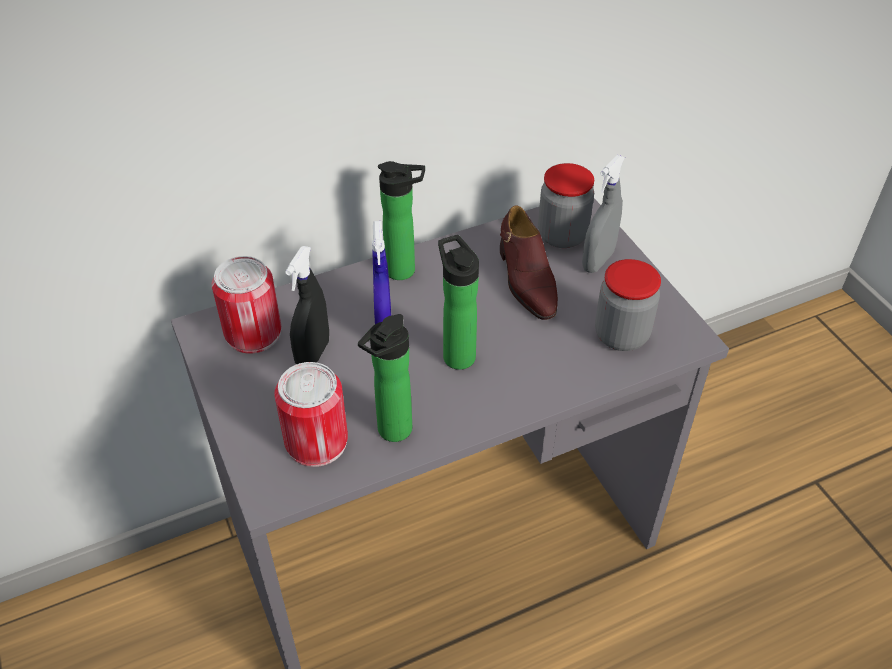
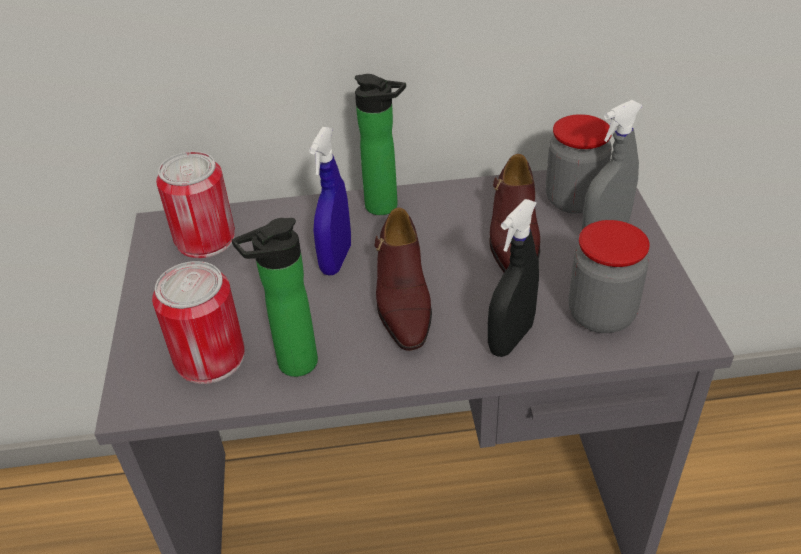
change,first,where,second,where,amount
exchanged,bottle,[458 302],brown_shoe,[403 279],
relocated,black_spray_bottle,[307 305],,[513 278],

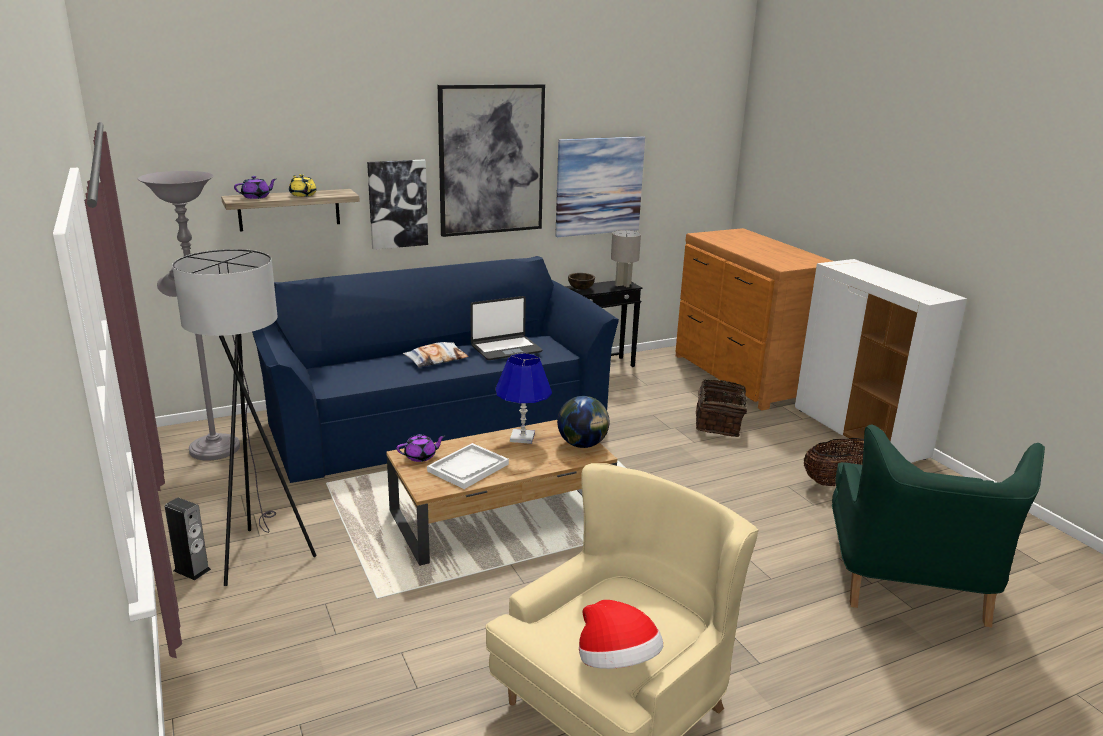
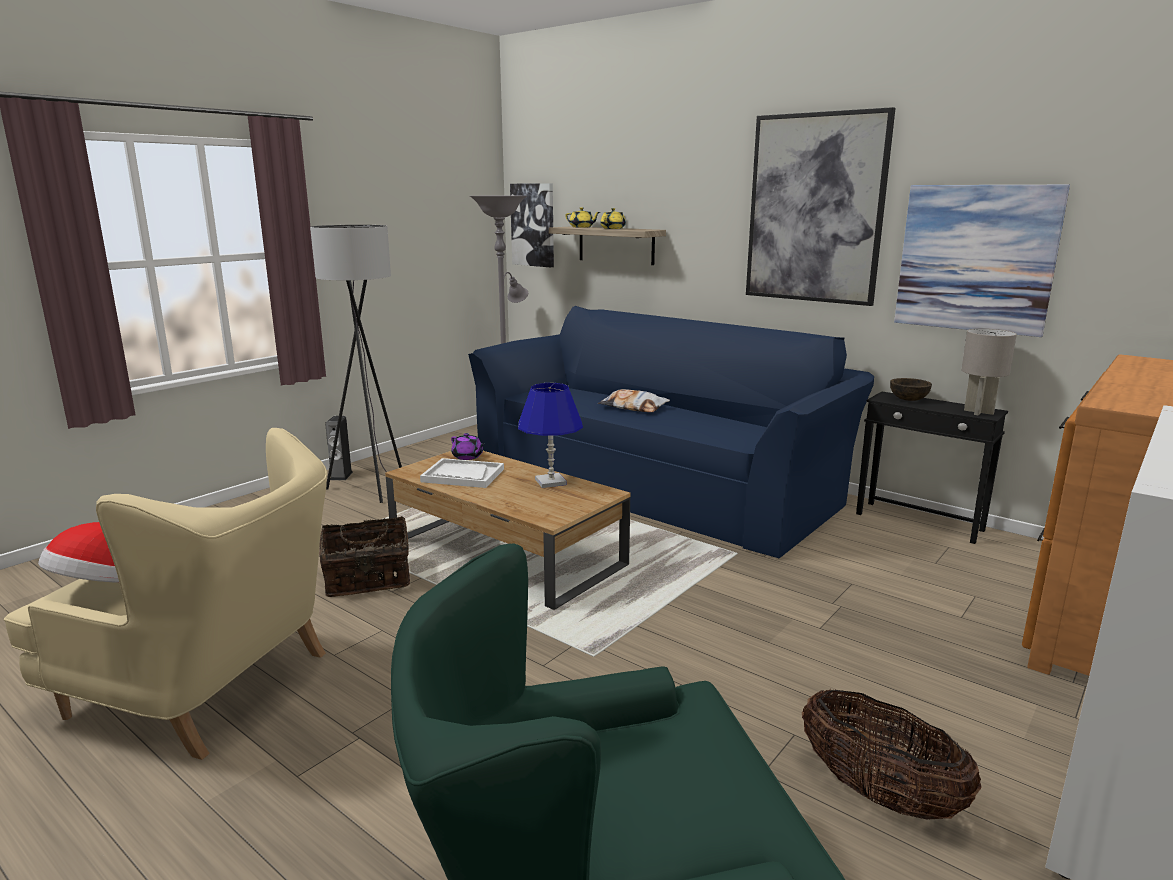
change,first,where,second,where,amount
relocated,picture,[397 205],,[532 225],
colour,purple_teapot,[255 187],yellow_teapot,[582 217],
missing,laptop,[506 328],,,
relocated,basket,[726 408],,[364 556],
missing,globe,[583 422],,,

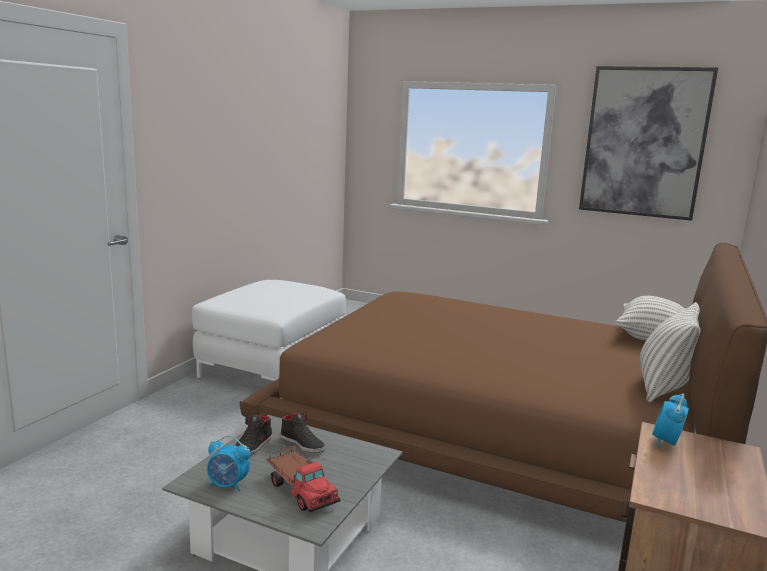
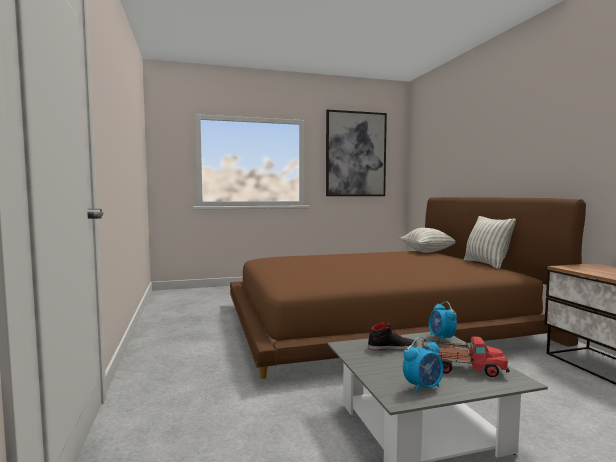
change,first,where,second,where,amount
missing,white_ottoman,[269 330],,,
relocated,alarm_clock,[670 420],,[443 321],
missing,black_shoe,[253 435],,,

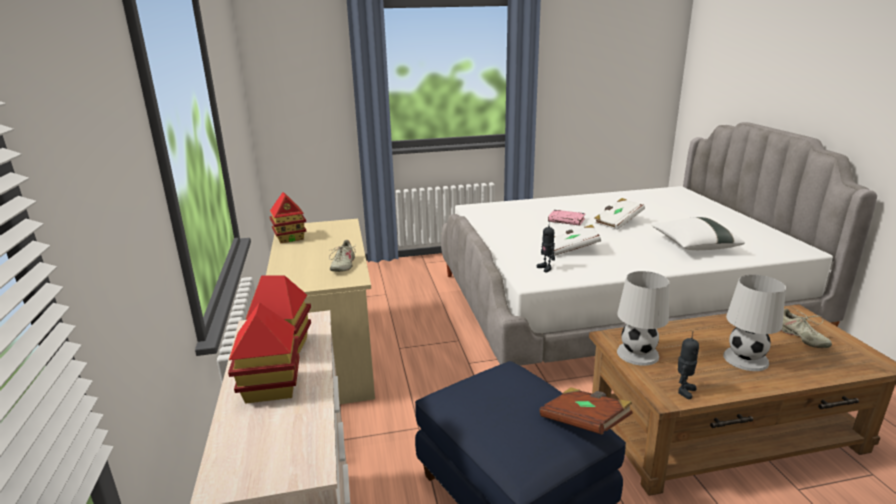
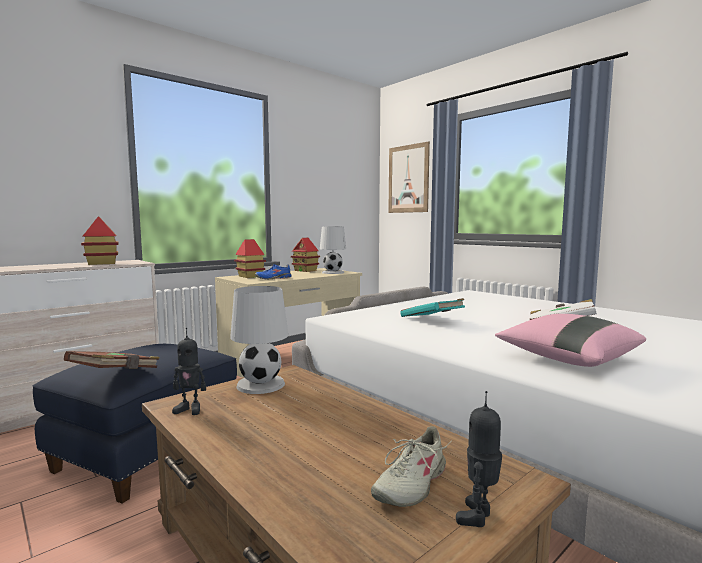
change,first,where,second,where,amount
missing,pink_book,[566 218],,,
colour,white_pillow,[698 233],pink_pillow,[570 340],
relocated,toy_robot,[546 247],,[479 459],
colour,white_book,[577 240],turquoise_book,[432 307],
colour,beige_shoe,[343 256],blue_shoe,[273 272],
relocated,white_table_lamp,[754 323],,[333 250],
relocated,toy_house,[264 353],,[250 258],
appeared,,,picture,[409 177],

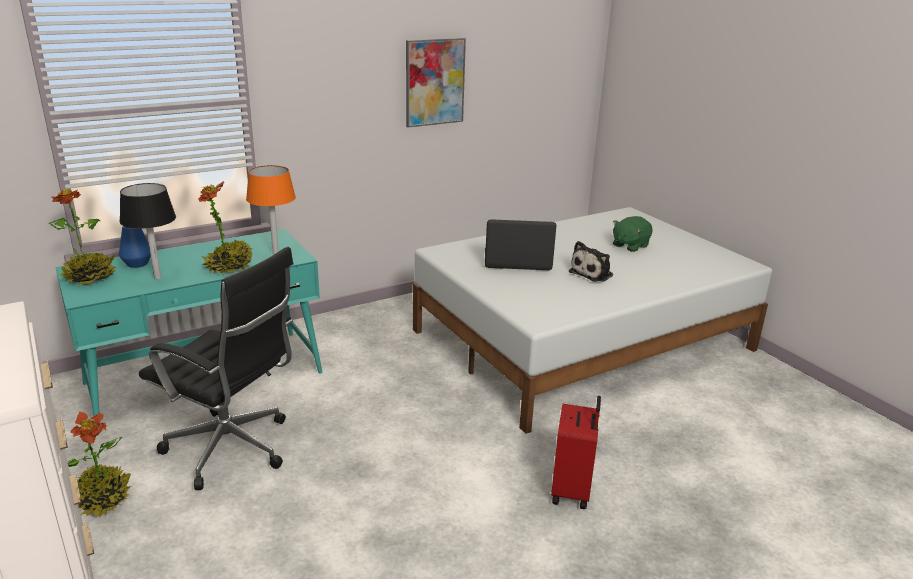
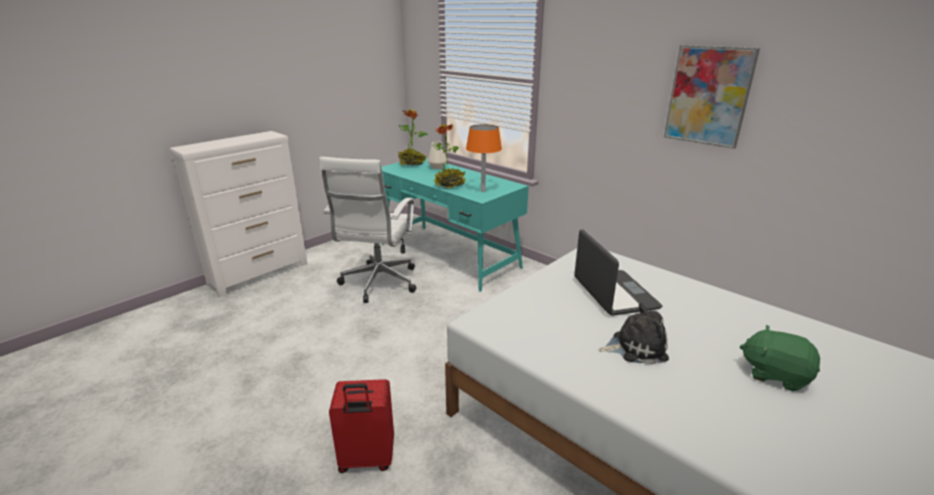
change,first,where,second,where,amount
missing,black_table_lamp,[147 231],,,
colour,blue_vase,[135 247],white_vase,[437 155],
spun,plush_toy,[591 261],,[633 334],150 degrees clockwise
colour,black_office_chair,[216 368],white_office_chair,[368 230],
missing,potted_plant,[99 464],,,

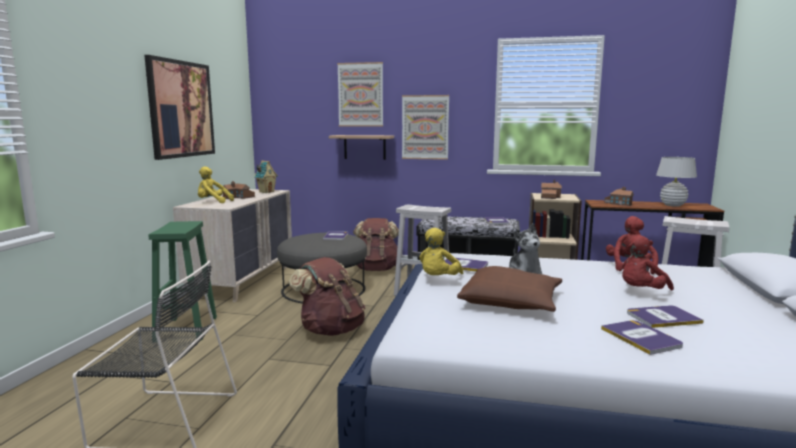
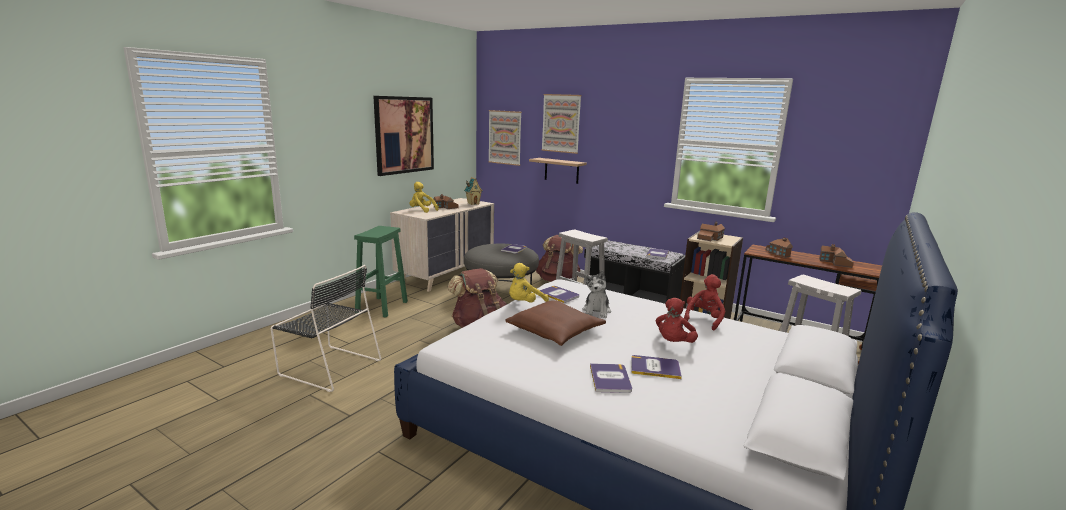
change,first,where,second,where,amount
relocated,picture,[425 127],,[505 138],
exchanged,white_table_lamp,[676 182],toy_house,[836 256],
spun,red_plush_toy,[648 262],,[677 320],45 degrees counterclockwise

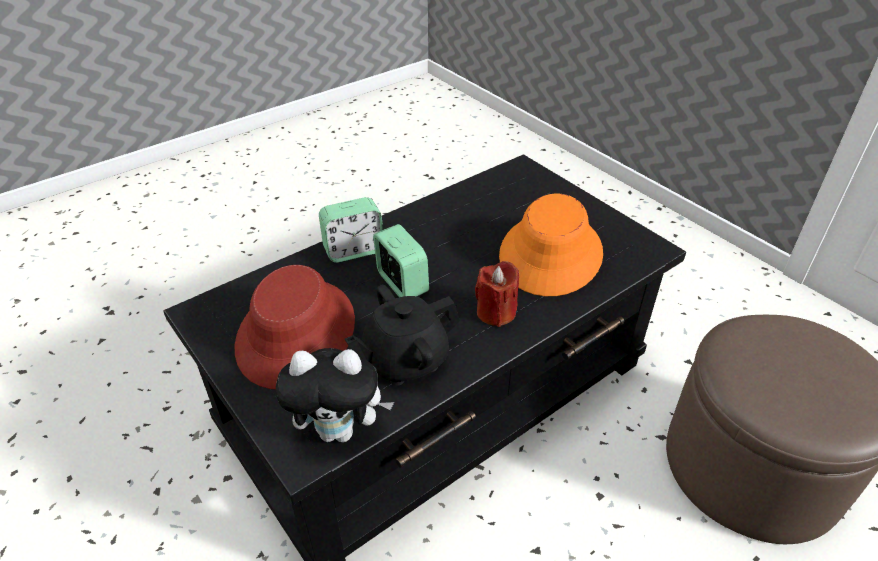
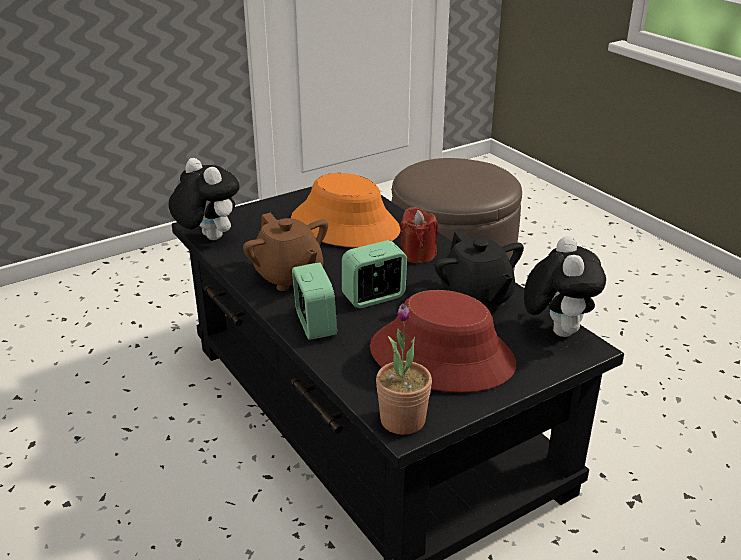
change,first,where,second,where,amount
appeared,,,plush_toy,[203 199],
appeared,,,brown_teapot,[285 252],
appeared,,,potted_plant,[404 369],

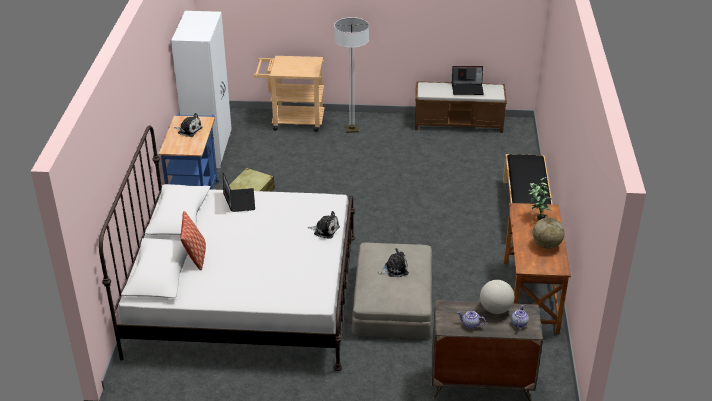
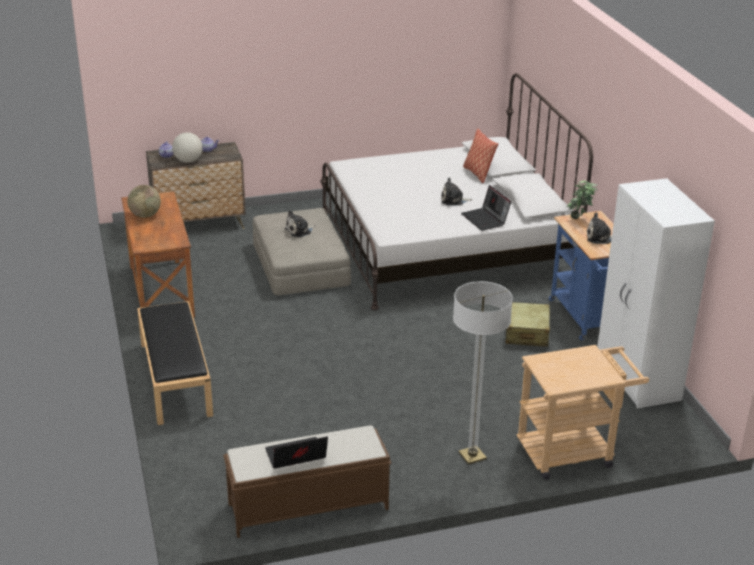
change,first,where,second,where,amount
relocated,potted_plant,[540 198],,[582 199],
relocated,plush_toy,[324 225],,[456 192],

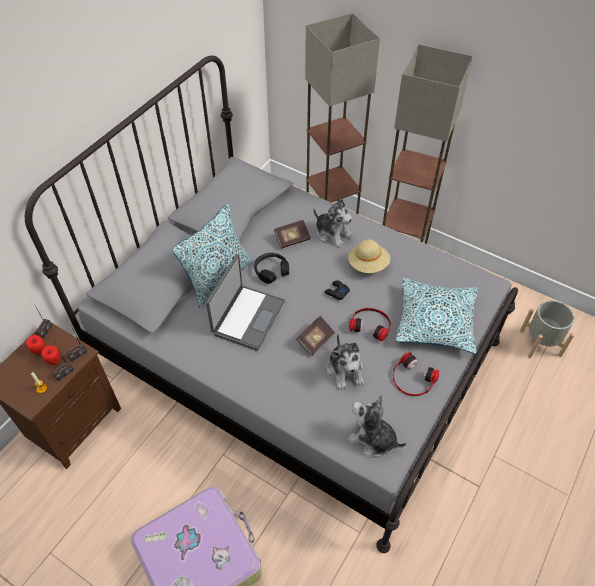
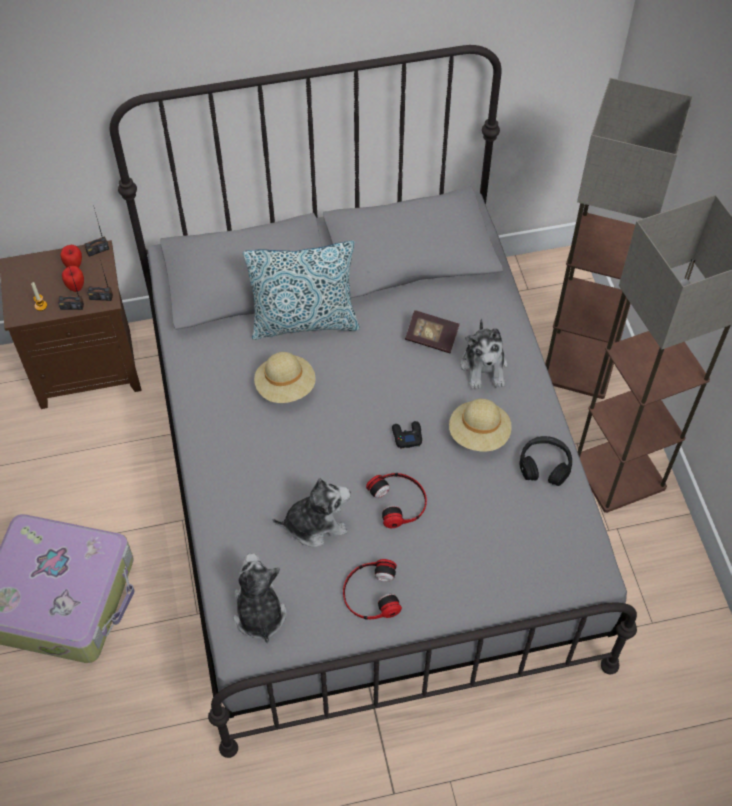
change,first,where,second,where,amount
relocated,black_headphones,[271 268],,[545 461],
exchanged,laptop,[245 302],beige_hat,[285 377],
missing,pillow,[437 315],,,
missing,grey_planter,[547 329],,,
missing,book,[315 336],,,
spun,plush_toy,[345 362],,[312 512],135 degrees counterclockwise

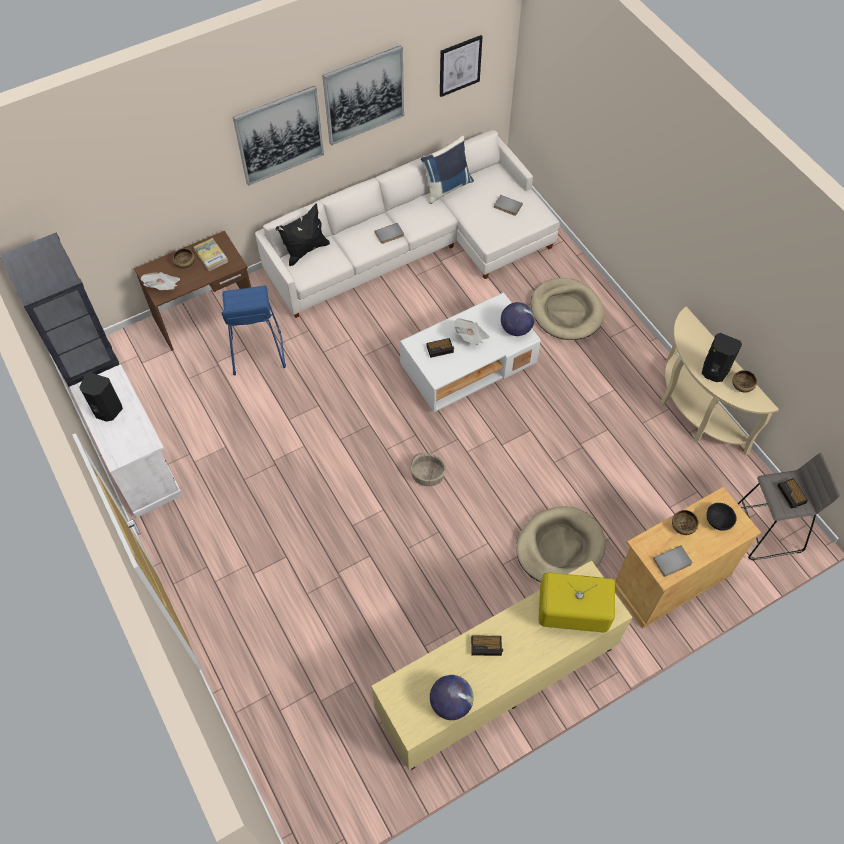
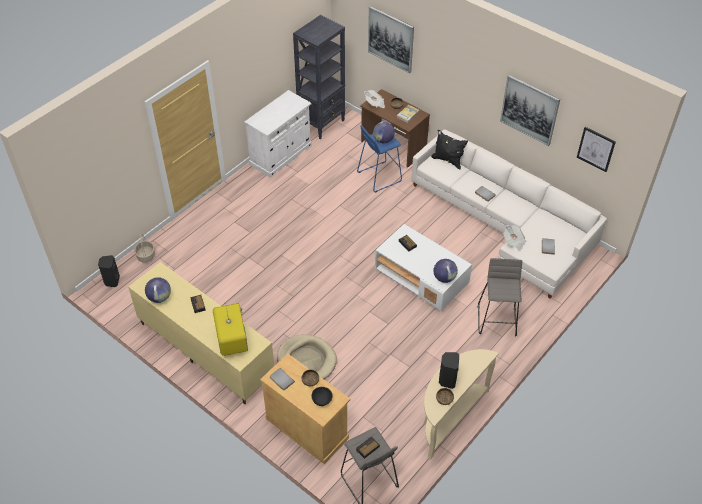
change,first,where,second,where,amount
relocated,picture,[278 136],,[391 39],
missing,blue_pillow,[447 170],,,
exchanged,beige_dog_bed,[567 309],grey_stool,[500 297],
relocated,newspaper,[471 331],,[514 238],
relocated,black_speaker,[101 397],,[109 271],
relocated,basket,[428 469],,[144 248],
appeared,,,globe,[384 132],

